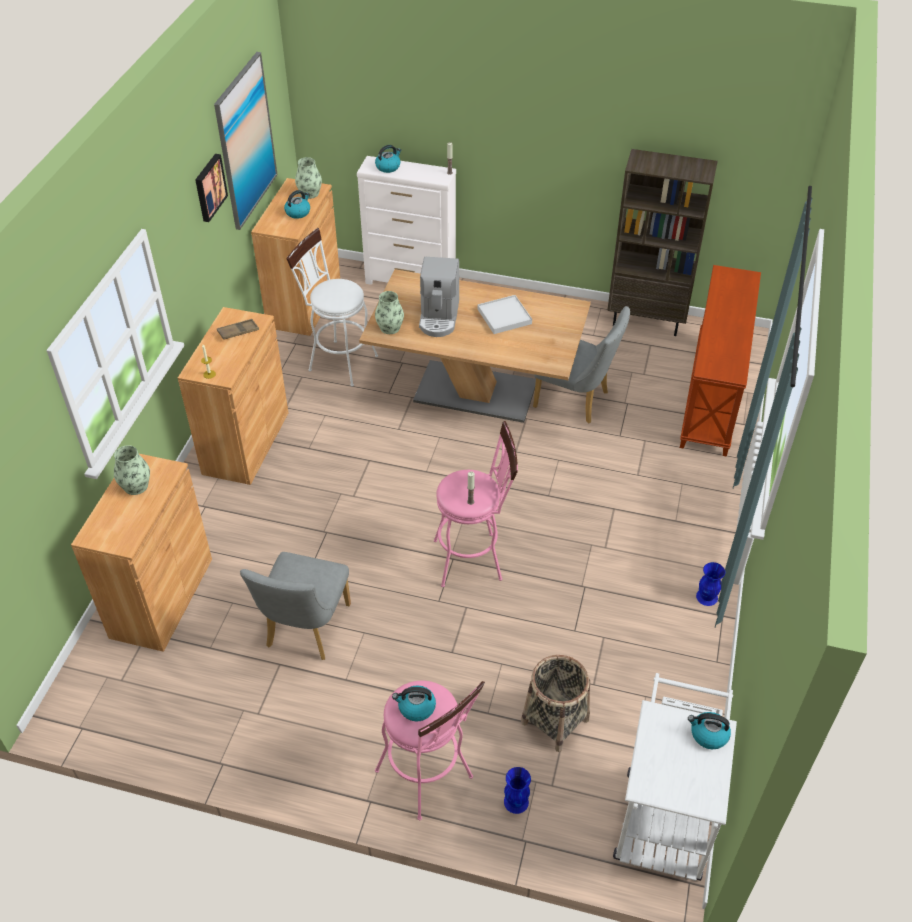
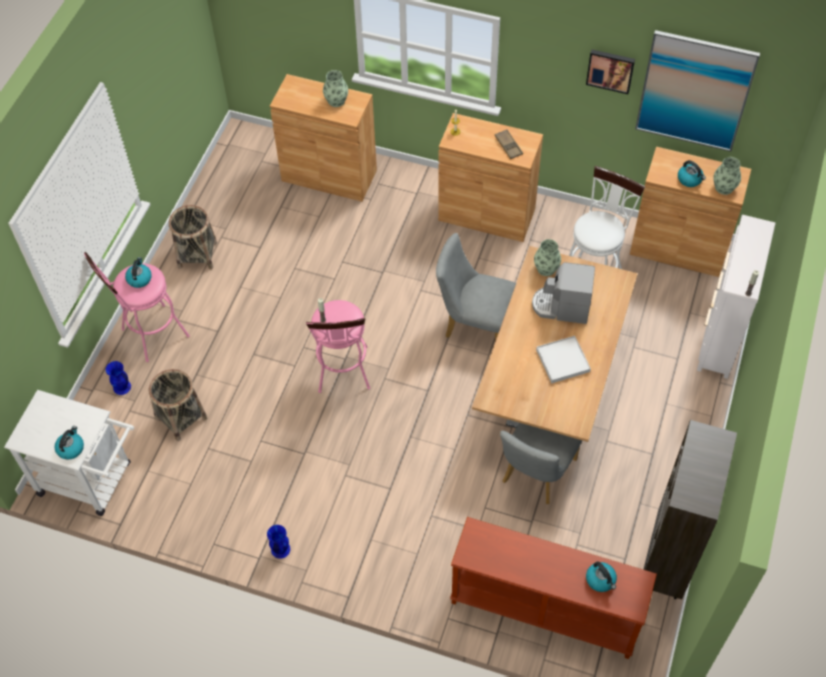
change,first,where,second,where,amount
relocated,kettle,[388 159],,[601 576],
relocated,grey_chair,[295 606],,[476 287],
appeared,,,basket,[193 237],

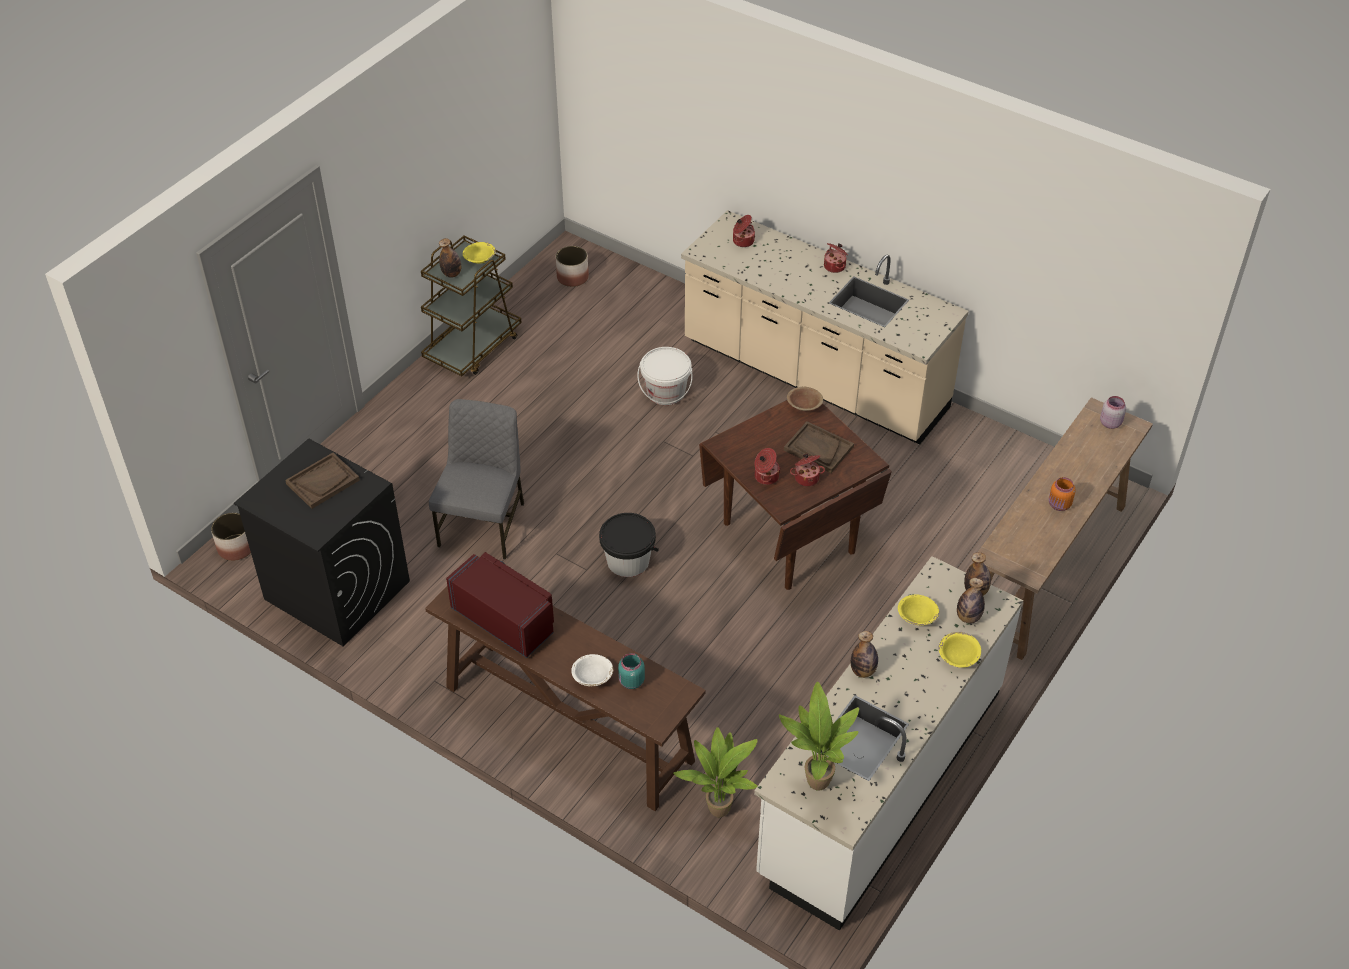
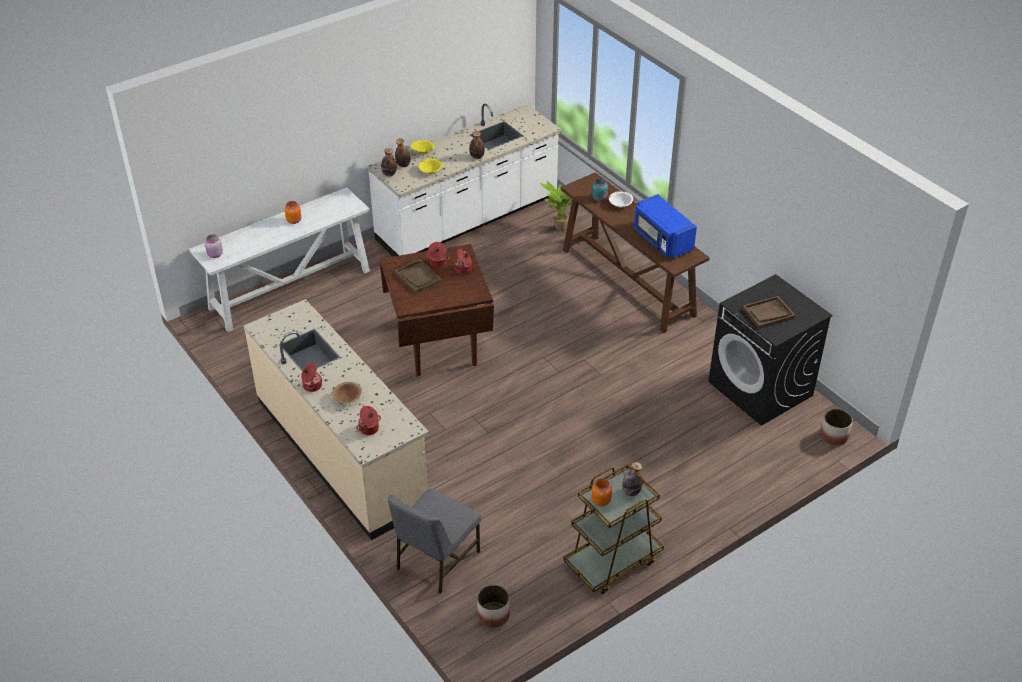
change,first,where,second,where,amount
exchanged,yellow_bowl,[479 253],orange_jar,[602 493],
missing,white_bucket,[665 376],,,
relocated,brown_bowl,[805 399],,[347 393],
colour,brown_console_table,[1062 528],white_console_table,[279 259],
relocated,grey_chair,[476 479],,[434 541],
missing,black_bucket,[629 545],,,
colour,red_microwave,[500 605],blue_microwave,[665 226],
missing,potted_plant,[819 736],,,

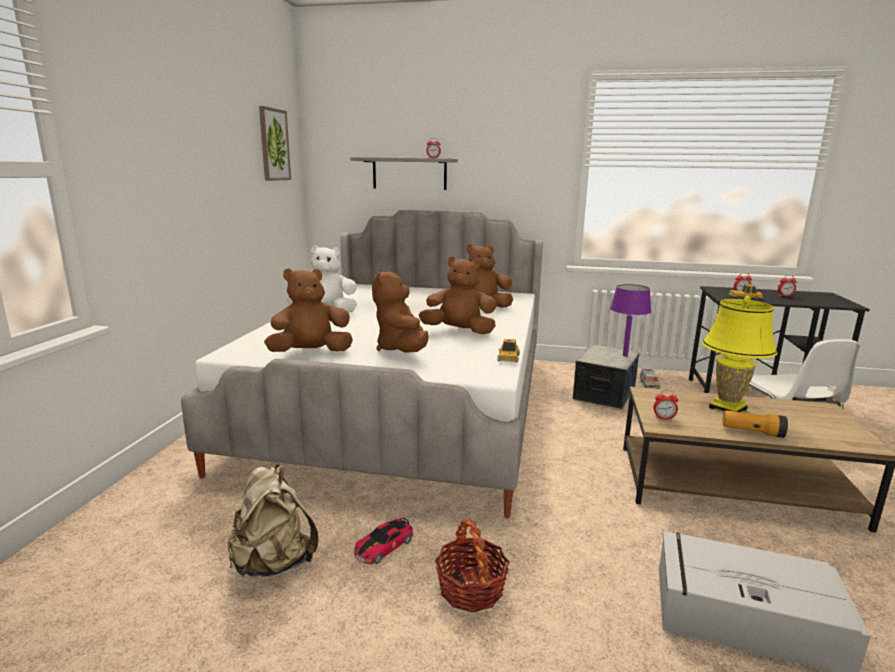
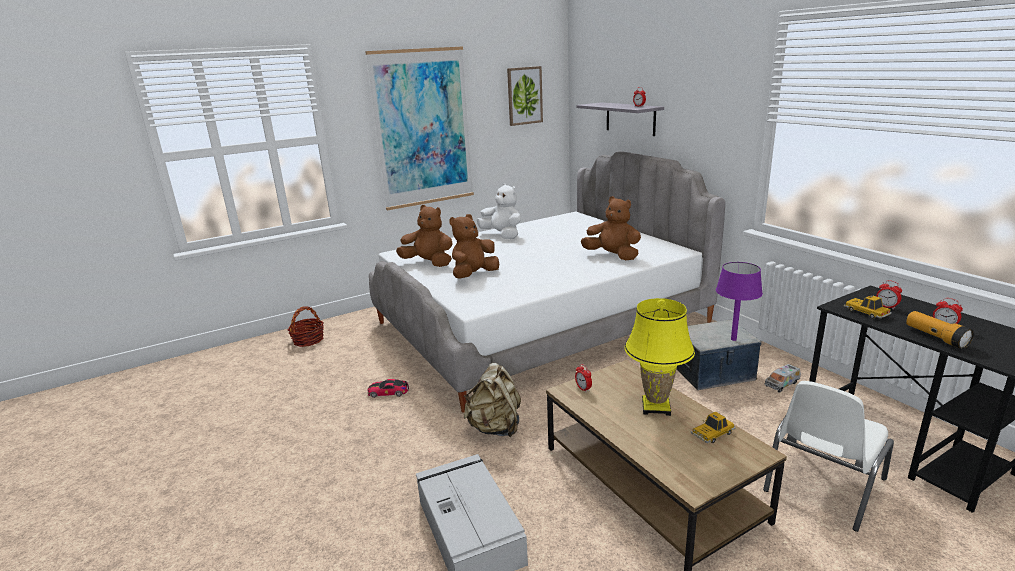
change,first,where,second,where,amount
missing,brown_plush_toy,[458 295],,,
relocated,toy_car,[508 351],,[713 427],
relocated,flashlight,[755 424],,[940 330],
relocated,beige_backpack,[273 521],,[492 400],
relocated,basket,[472 565],,[305 326],
appeared,,,picture,[419 128],

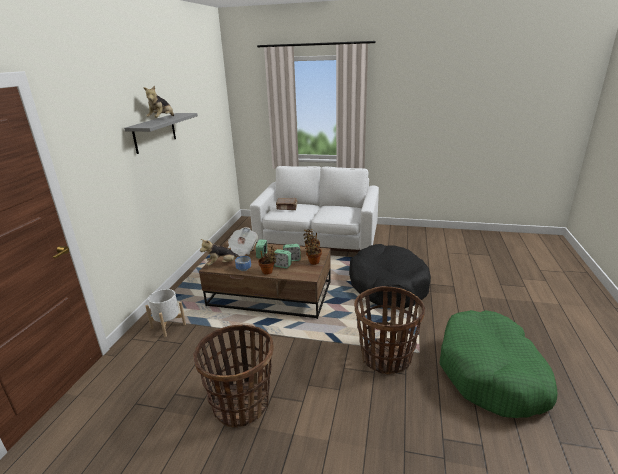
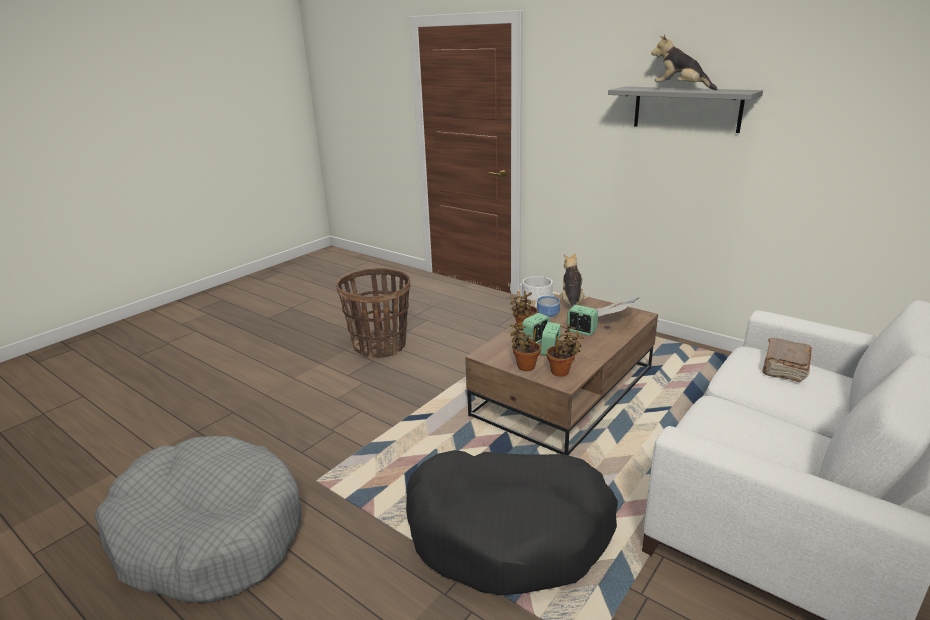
change,first,where,second,where,amount
missing,basket,[389 330],,,
colour,green_dog_bed,[499 364],grey_dog_bed,[198 519],

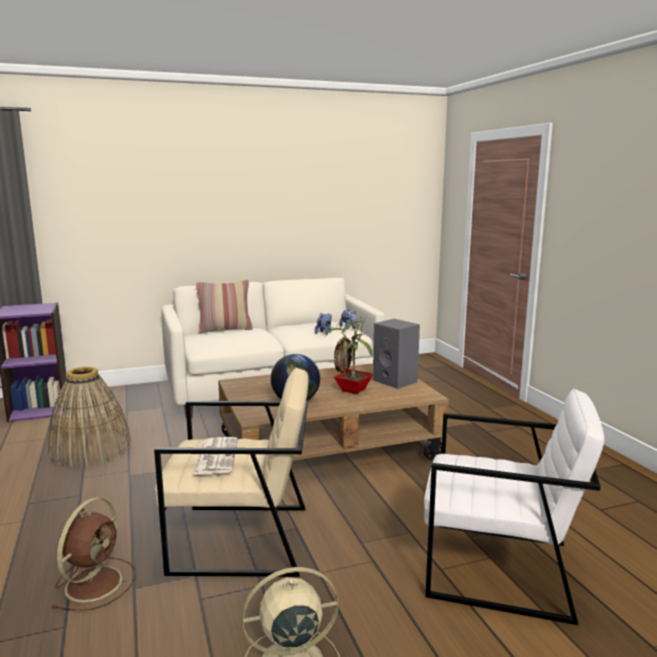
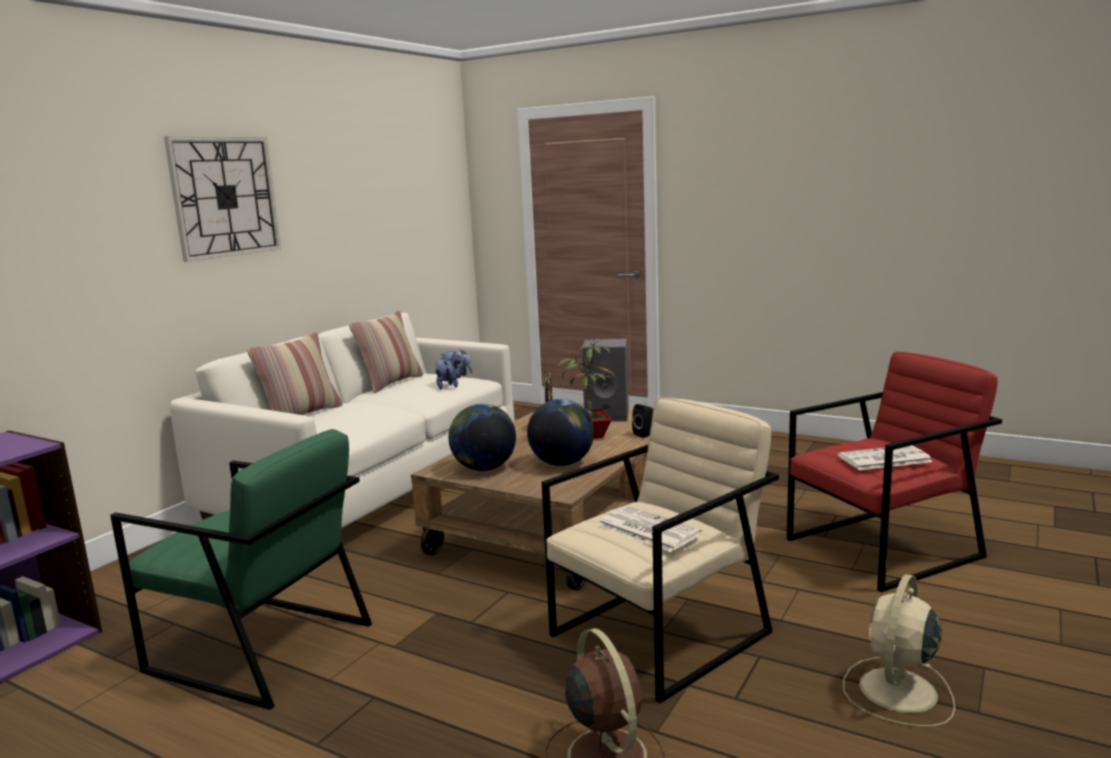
change,first,where,second,where,amount
exchanged,basket,[90 417],green_armchair,[241 569],
colour,white_armchair,[514 507],red_armchair,[894 472],
appeared,,,wall_clock,[222 199],
appeared,,,pillow,[386 352],
appeared,,,globe,[482 437],
appeared,,,black_speaker,[642 421],
appeared,,,newspaper,[885 457],

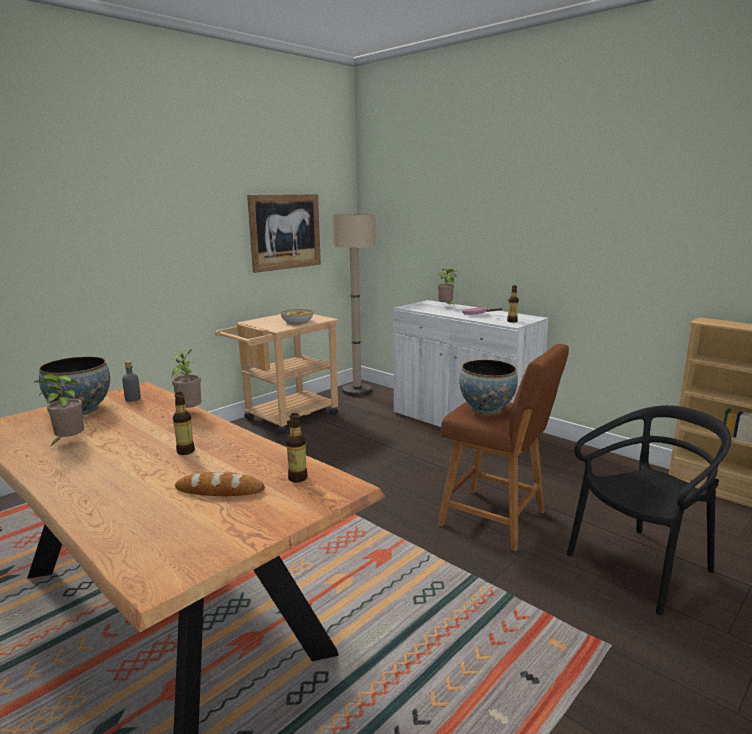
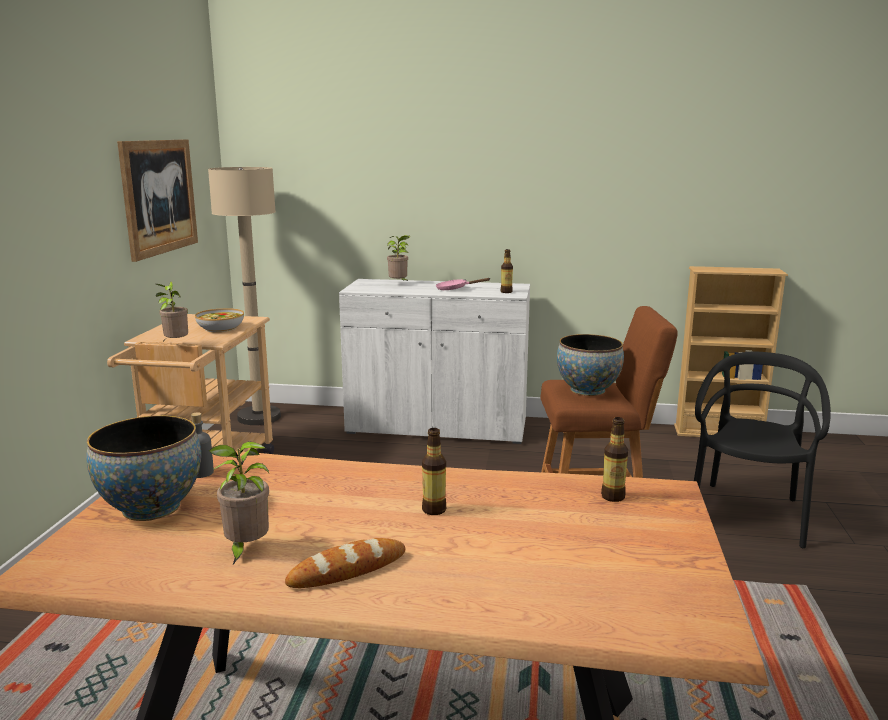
change,first,where,second,where,amount
relocated,potted_plant,[186 378],,[172 312],
relocated,bread,[220 484],,[345 563],

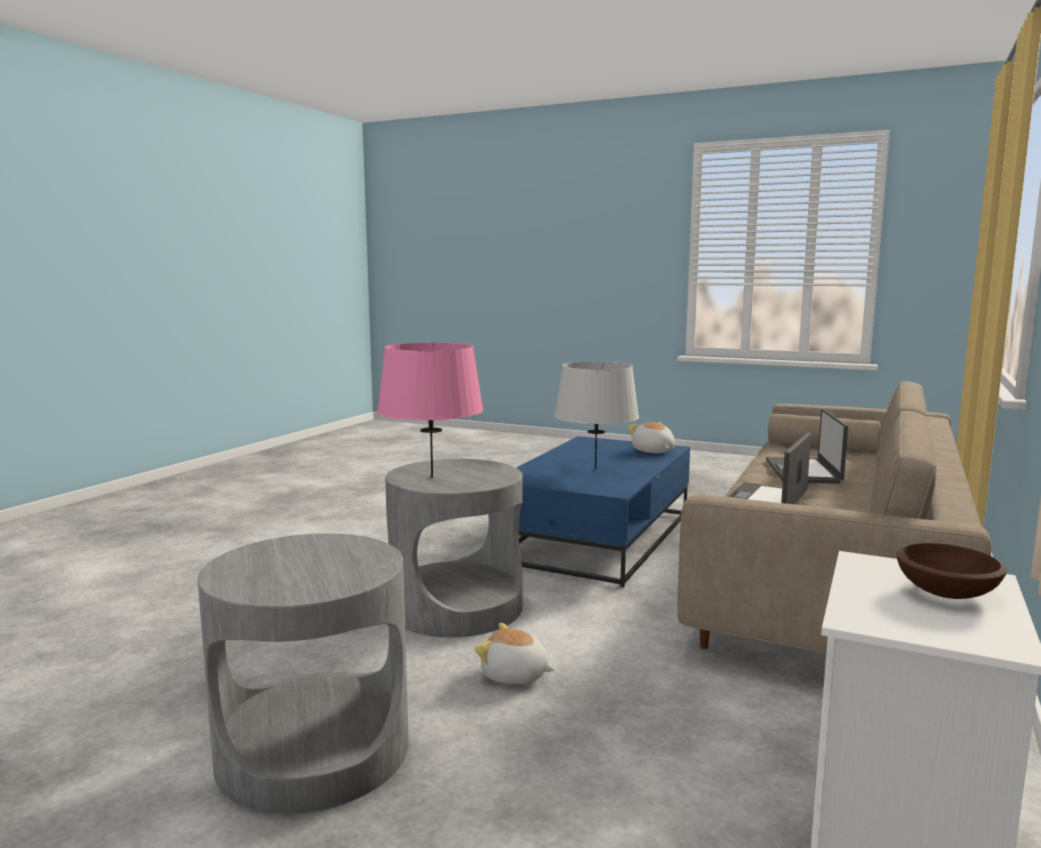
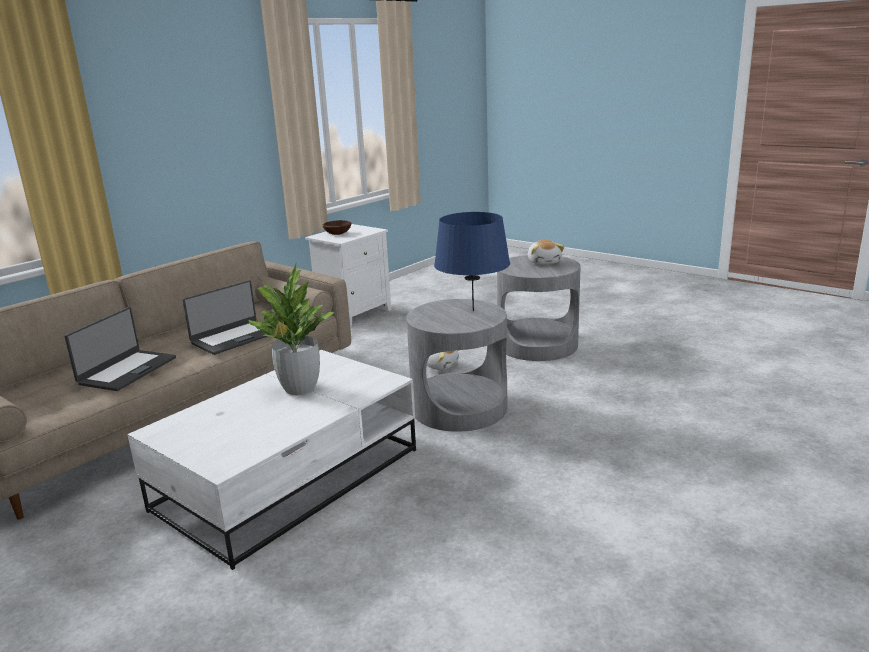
change,first,where,second,where,amount
colour,pink_table_lamp,[430 410],blue_table_lamp,[472 261],
exchanged,grey_table_lamp,[596 415],potted_plant,[292 329],
relocated,plush_toy,[651 437],,[546 252],
colour,blue_coffee_table,[603 512],white_coffee_table,[271 460],

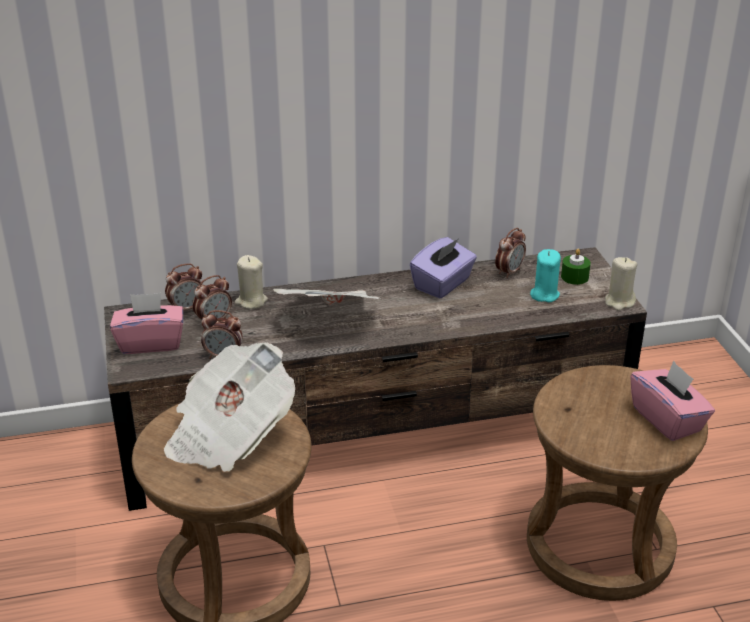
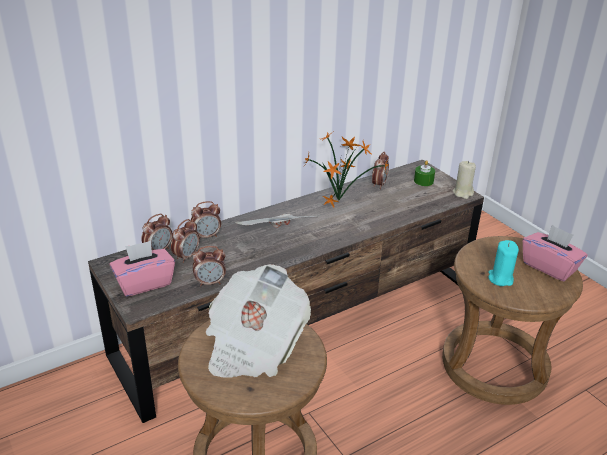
change,first,where,second,where,amount
exchanged,purple_tissue_box,[443 267],potted_plant,[346 170],
relocated,turquoise_candle,[545 275],,[503 263],
exchanged,beige_candle,[251 282],alarm_clock,[206 219],

